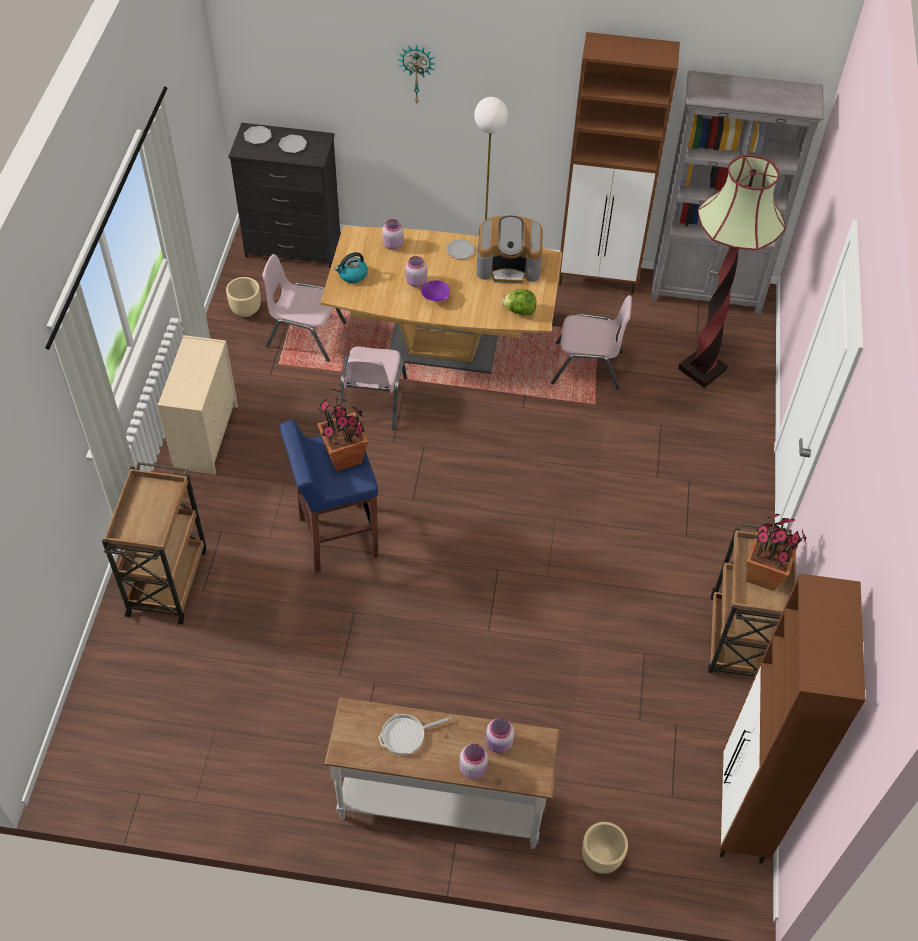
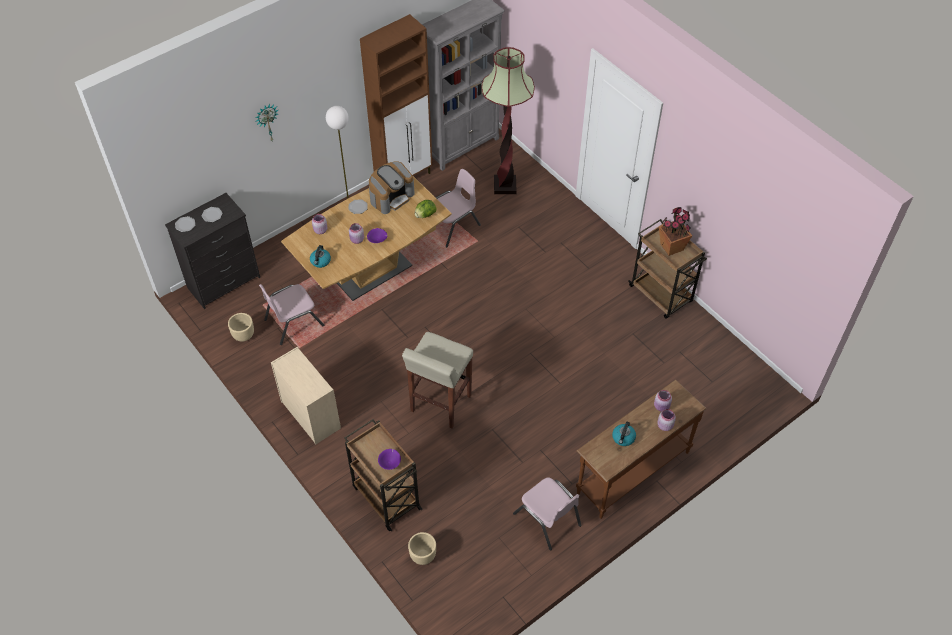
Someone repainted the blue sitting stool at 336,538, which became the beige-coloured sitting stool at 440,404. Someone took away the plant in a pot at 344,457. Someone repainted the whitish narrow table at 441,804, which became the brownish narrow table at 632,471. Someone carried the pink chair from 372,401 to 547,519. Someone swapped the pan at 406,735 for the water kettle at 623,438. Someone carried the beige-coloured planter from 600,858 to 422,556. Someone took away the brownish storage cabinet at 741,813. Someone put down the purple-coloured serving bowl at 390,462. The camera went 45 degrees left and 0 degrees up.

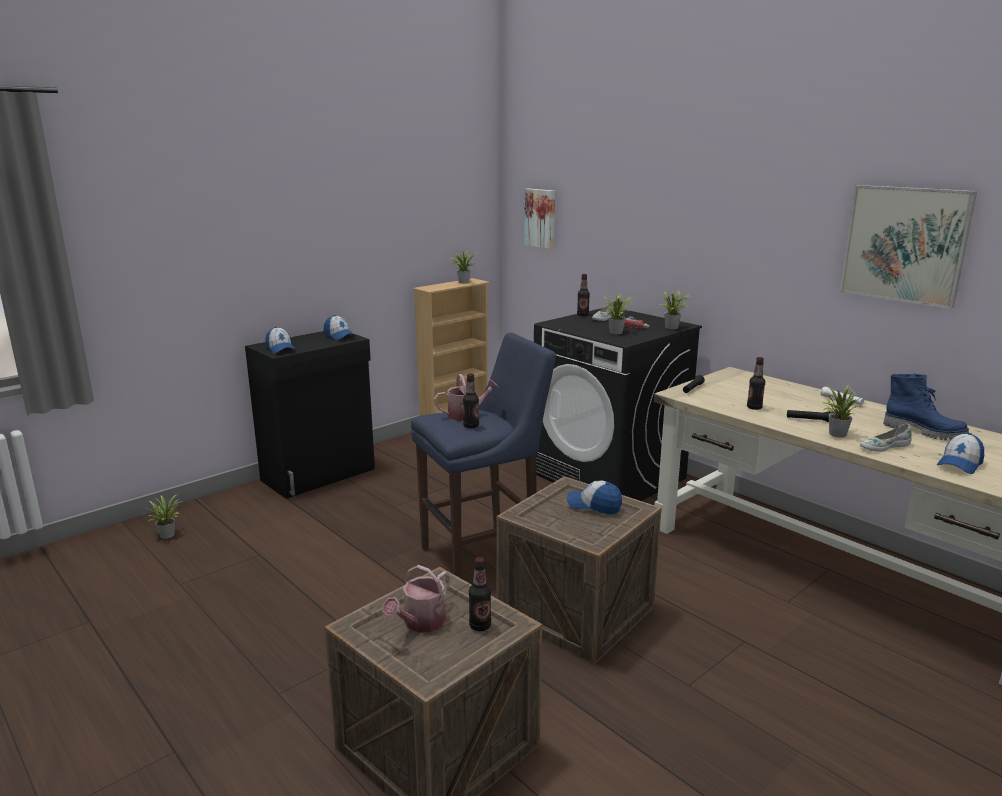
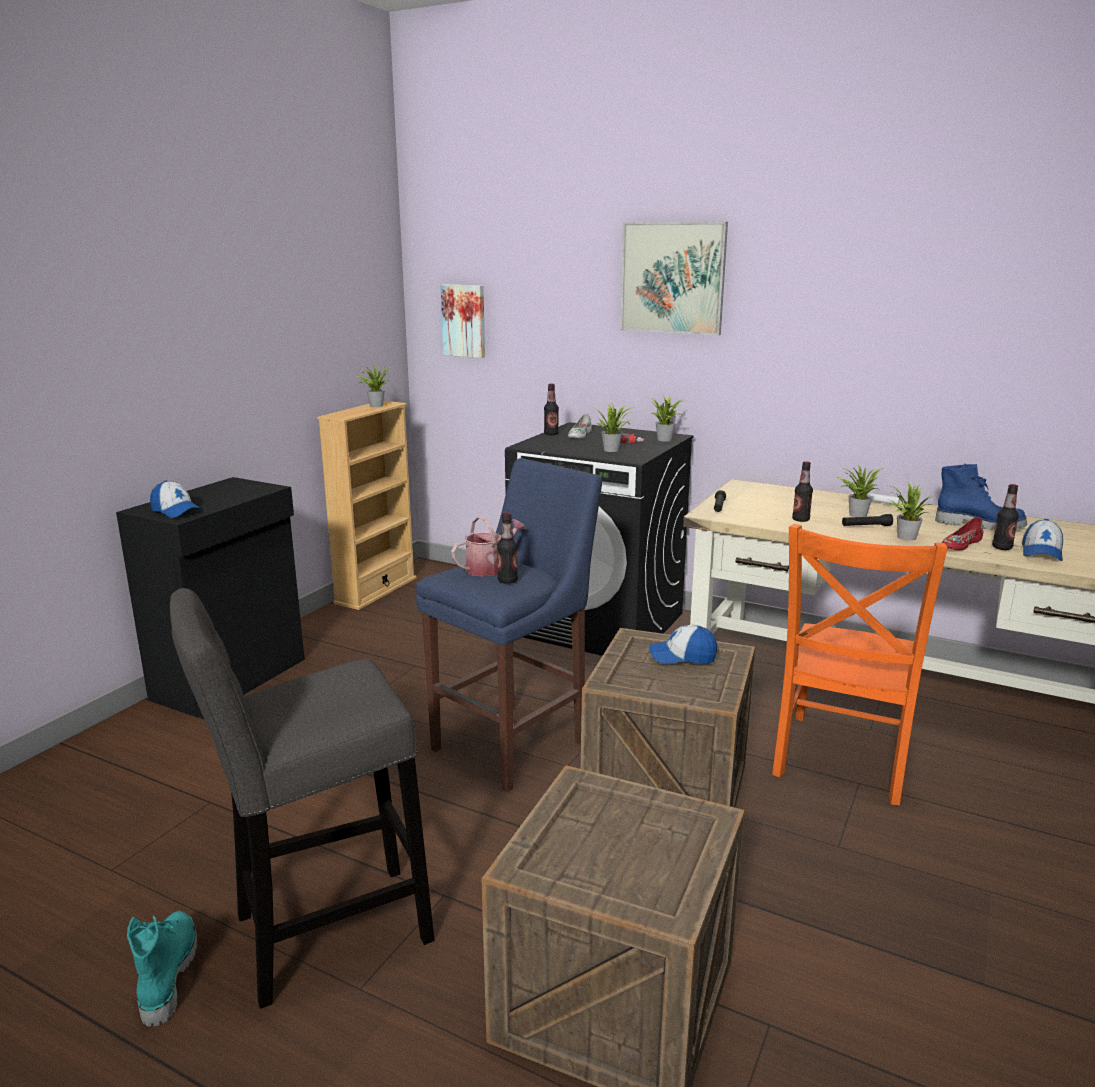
Someone carried the plant in a pot from 167,534 to 856,514. Someone took away the baseball cap at 339,336. Someone took away the watering can at 420,623. Someone carried the beverage bottle from 480,626 to 1002,548. Someone carried the picture from 904,244 to 672,278. Someone repainted the whitish shoe at 883,446, which became the red-coloured shoe at 960,544. Someone put down the blue-green tall boot at 167,975. Someone put down the greyish sitting stool at 322,933. Someone put down the orange chair at 840,760. The camera went 20 degrees left and 0 degrees up.

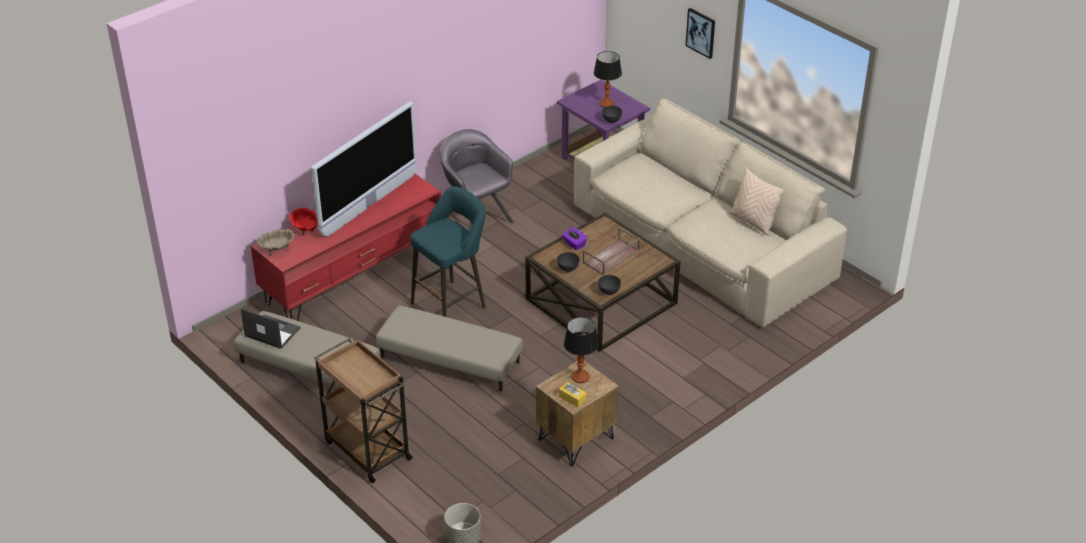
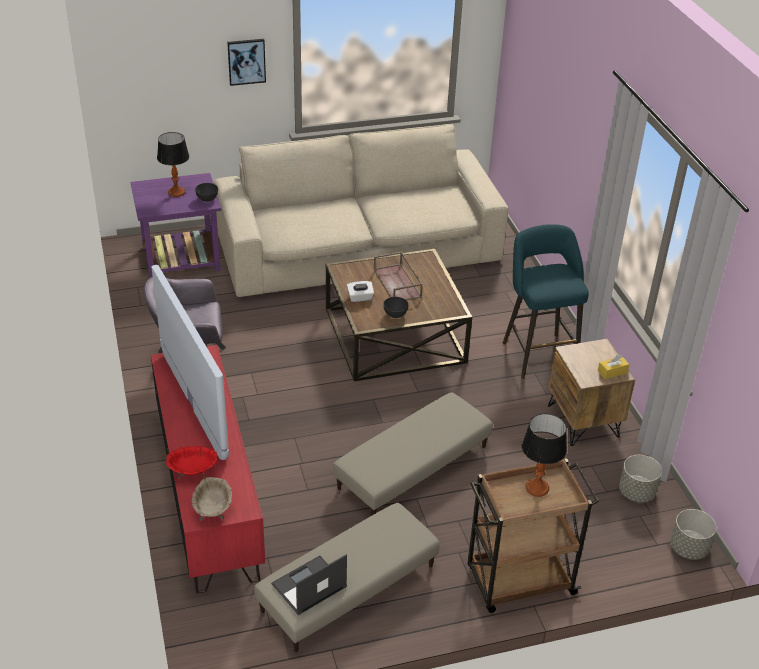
Someone carried the blue-green sitting stool from 451,303 to 538,353. Someone repainted the purple-coloured tissue holder at 574,244, which became the whitish tissue holder at 360,298. Someone carried the tabletop lamp from 580,377 to 537,488. Someone took away the greyish serving bowl at 609,291. Someone took away the beige-coloured cushion at 753,222. Someone put down the greyish planter at 636,492. The camera went 65 degrees left and 0 degrees up.

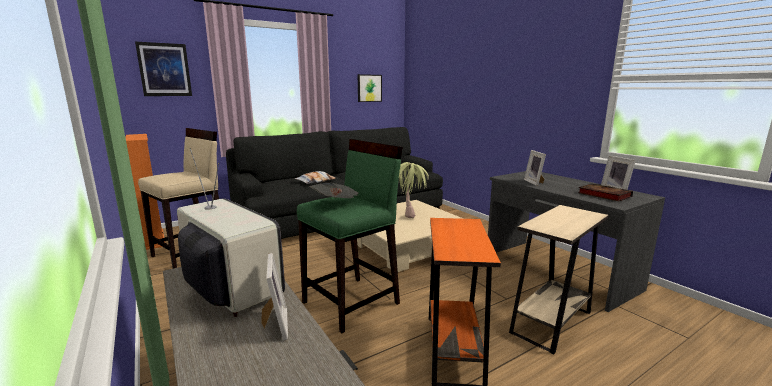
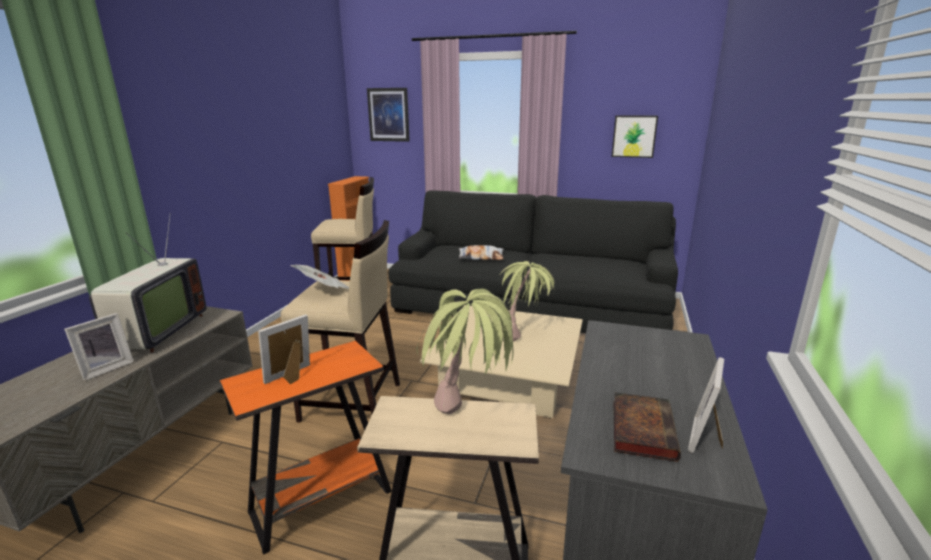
Someone repainted the green-coloured sitting stool at 352,303, which became the beige-coloured sitting stool at 352,402. Someone carried the picture frame from 535,182 to 292,377. Someone put down the plant in a pot at 468,424. The camera went 50 degrees right and 5 degrees up.

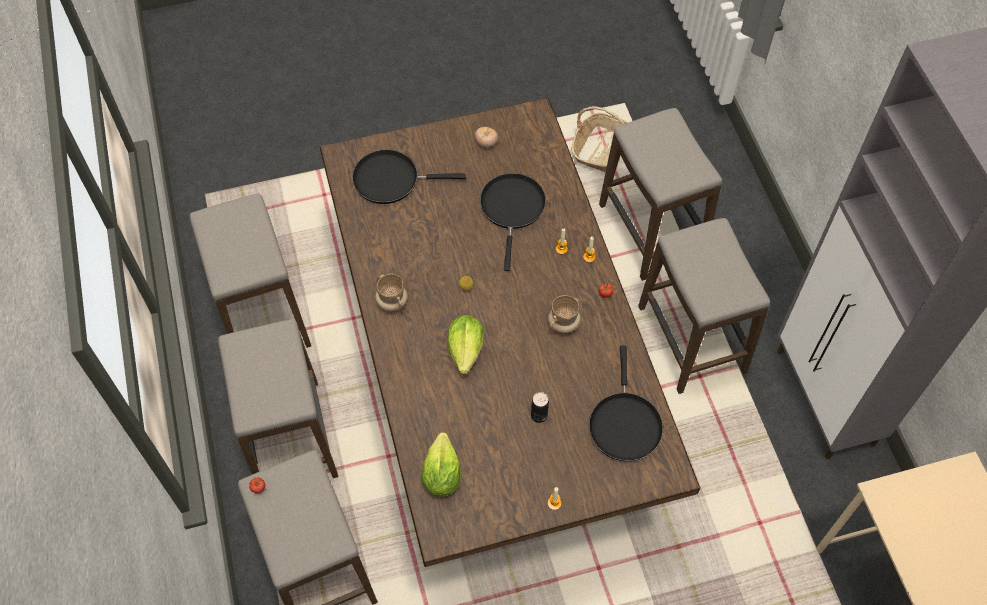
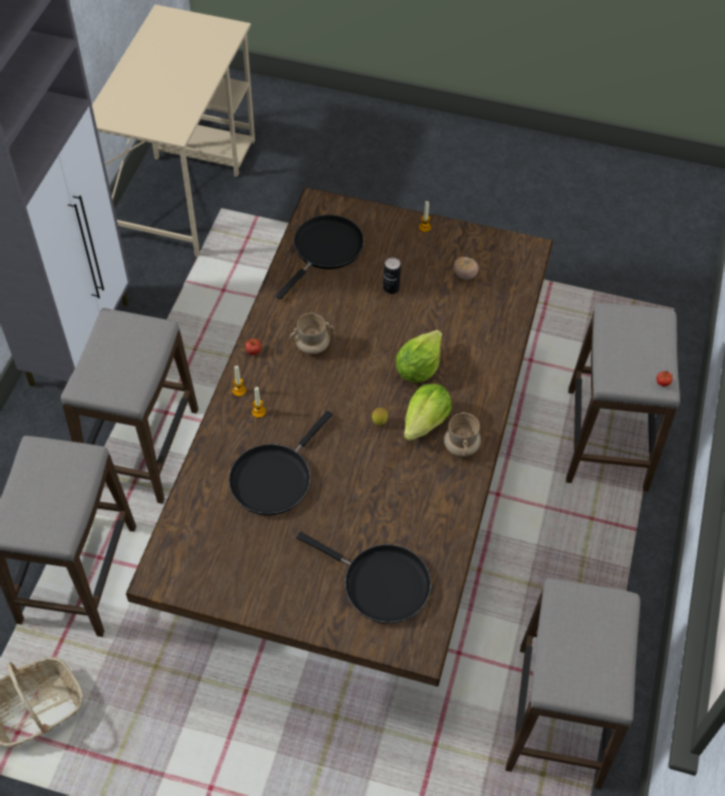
Someone took away the sitting stool at 289,437. Someone carried the head of lettuce from 441,475 to 426,422. Someone carried the tomato from 486,143 to 465,275. The camera went 150 degrees left and 5 degrees down.

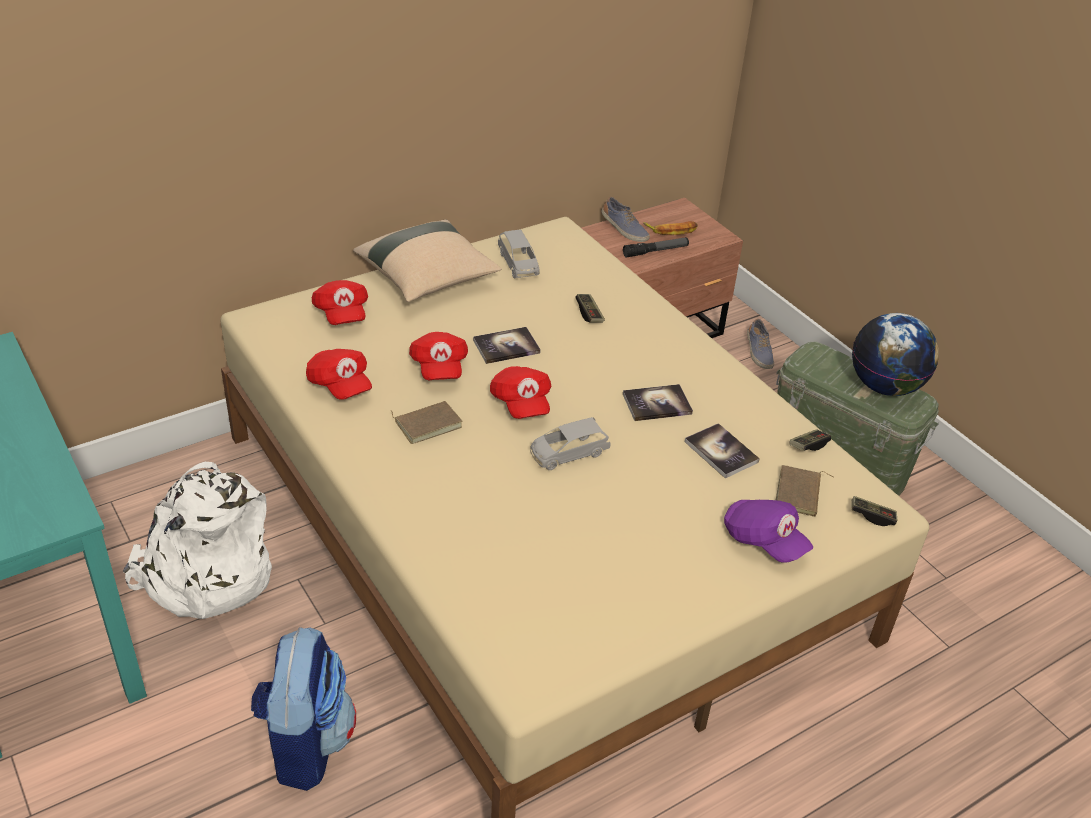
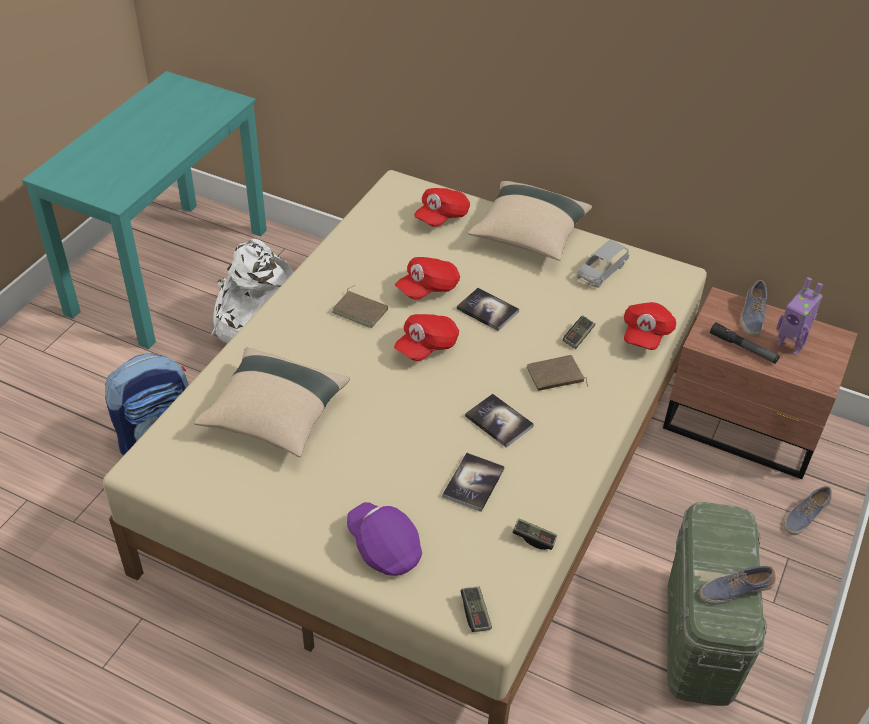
Someone carried the red-coloured baseball cap from 340,385 to 645,335. Someone took away the greyish toy car at 568,454. Someone swapped the whole banana at 671,230 for the toy robot at 790,345. Someone rotated the purple-coloured baseball cap at 763,541 by 120 degrees clockwise. Someone carried the brownish bound book from 800,494 to 555,377. Someone swapped the world globe at 885,387 for the shoe at 734,590. Someone put down the beige-coloured cushion at 275,416. The camera went 60 degrees right and 5 degrees up.

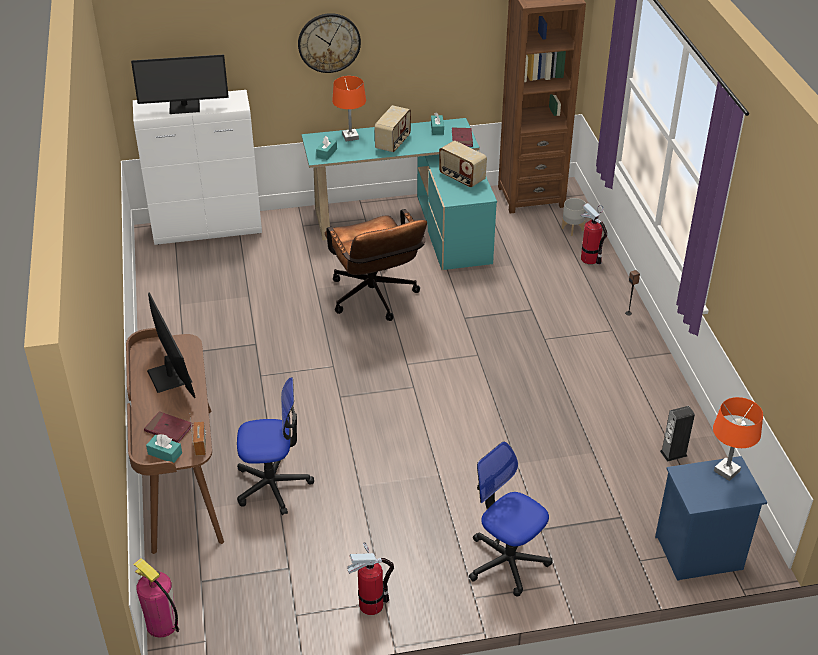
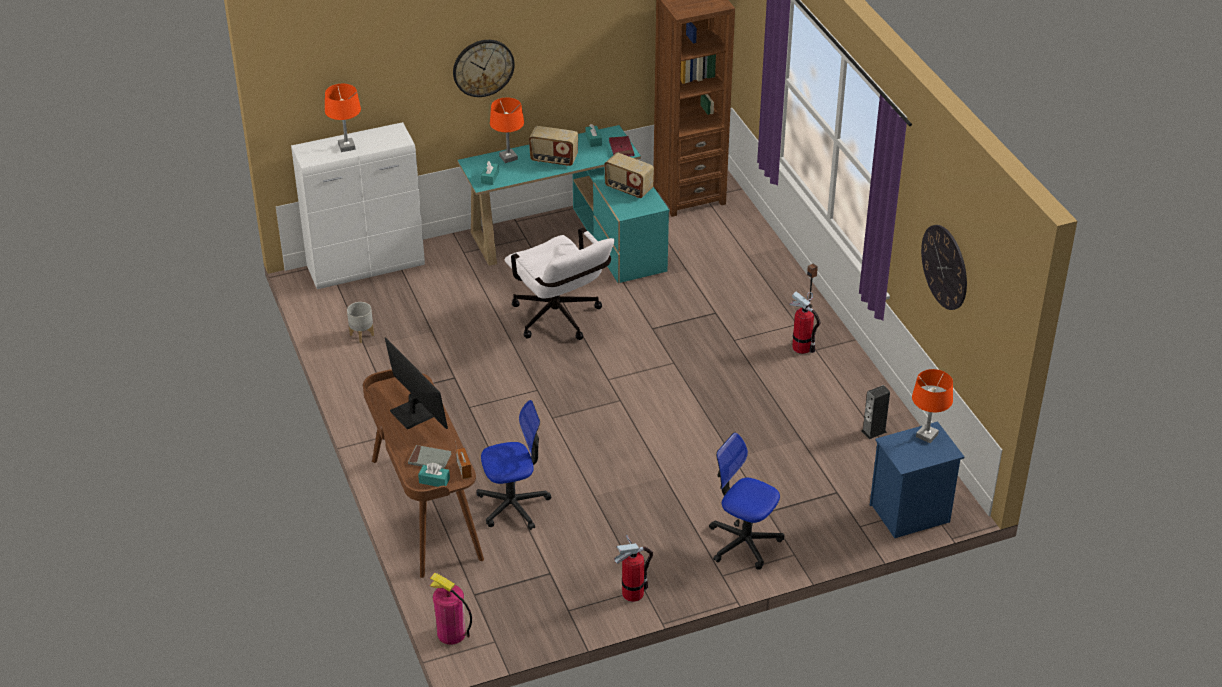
Someone swapped the computer screen at 184,106 for the orange tabletop lamp at 347,147. Someone repainted the red-coloured bound book at 168,429, which became the greyish bound book at 429,459. Someone repainted the brownish computer chair at 375,300, which became the whitish computer chair at 560,320. Someone rotated the radio receiver at 393,143 by 90 degrees clockwise. Someone carried the greyish planter from 573,229 to 362,334. Someone carried the fire extinguisher from 590,259 to 802,347. Someone put up the hanging clock at 944,267. The camera went 10 degrees left and 0 degrees up.

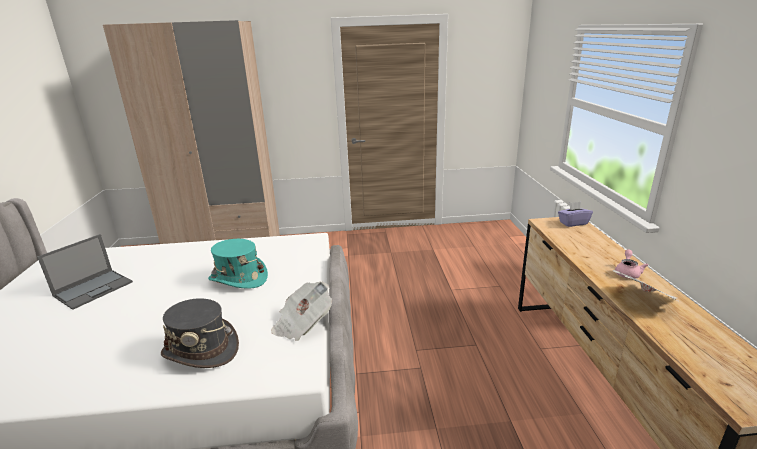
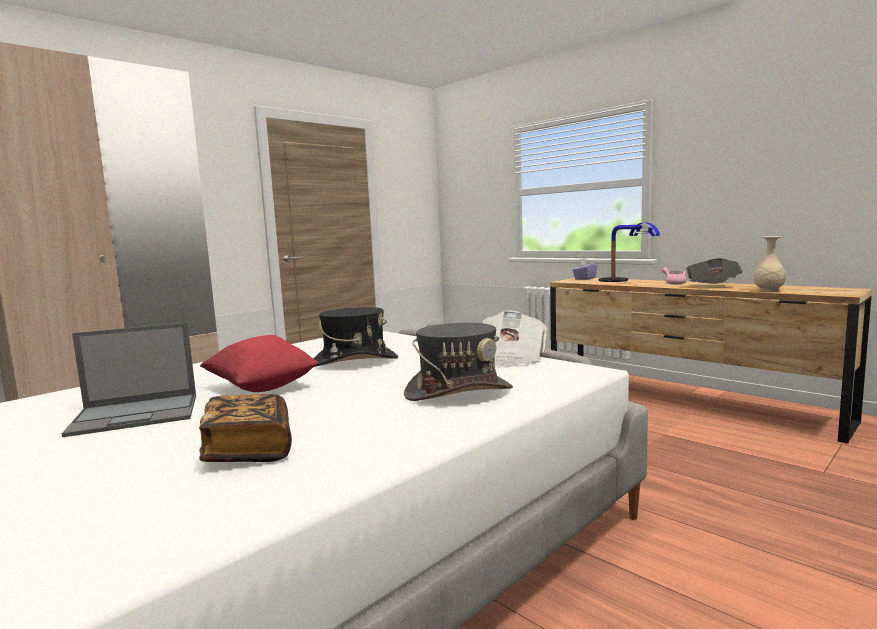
Someone rotated the laptop at 94,288 by 75 degrees clockwise. Someone repainted the blue-green wearable hat at 238,278, which became the black wearable hat at 355,361. Someone put down the bound book at 249,450. Someone put down the red-coloured cushion at 261,387. Someone put down the tabletop lamp at 623,281. Someone put down the beige-coloured vase at 768,290. The camera went 40 degrees left and 15 degrees down.

